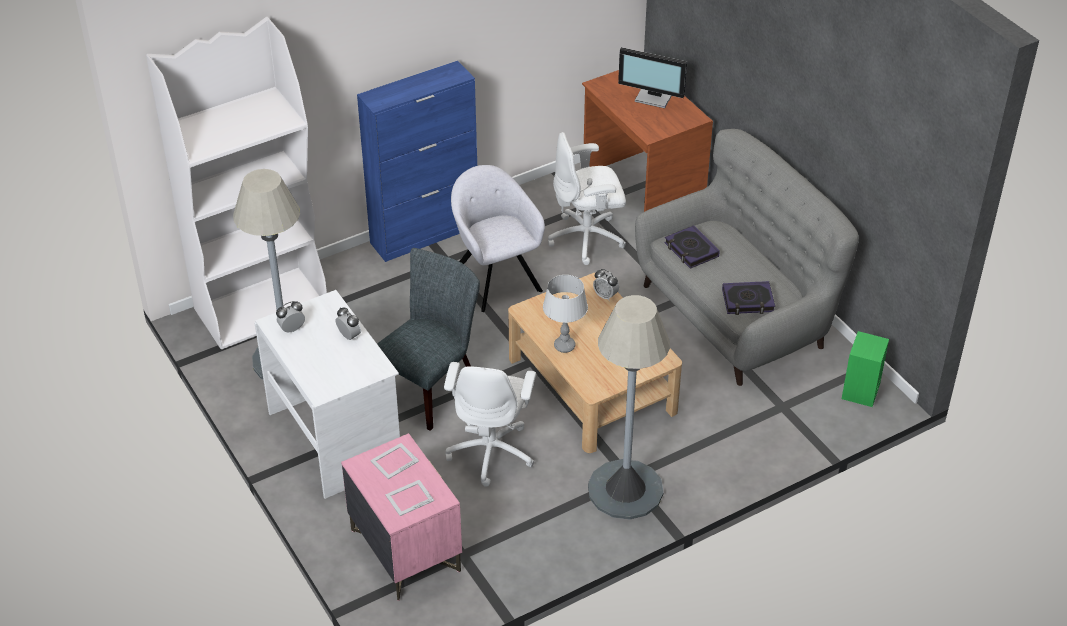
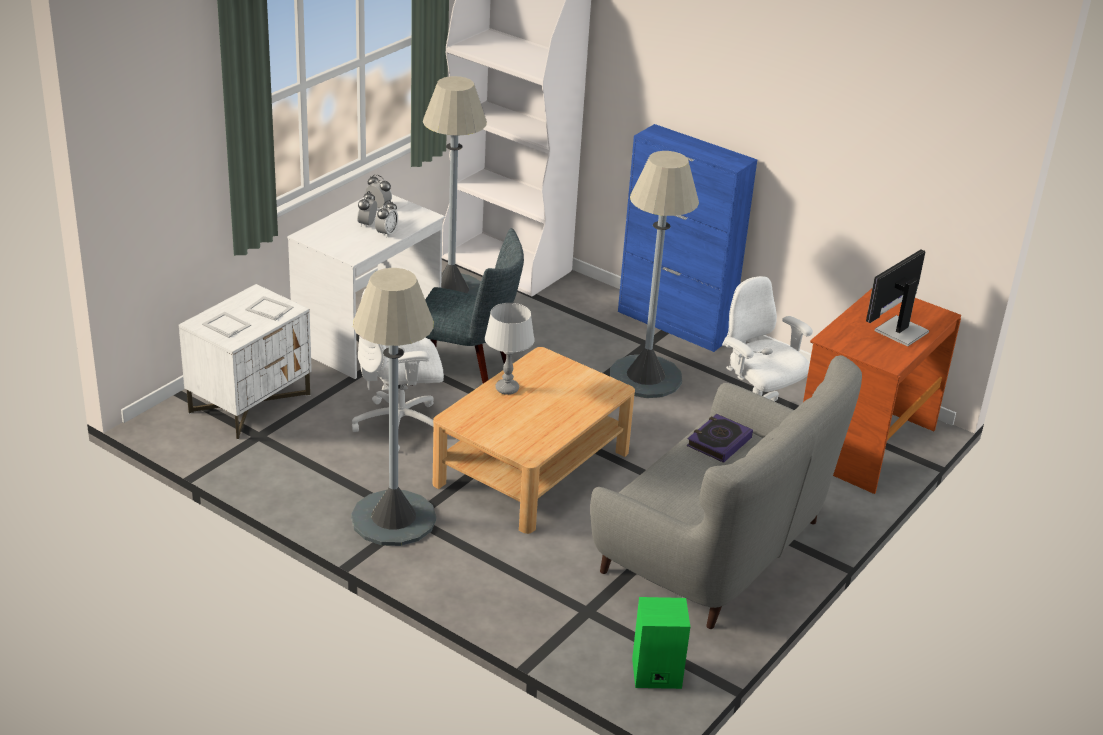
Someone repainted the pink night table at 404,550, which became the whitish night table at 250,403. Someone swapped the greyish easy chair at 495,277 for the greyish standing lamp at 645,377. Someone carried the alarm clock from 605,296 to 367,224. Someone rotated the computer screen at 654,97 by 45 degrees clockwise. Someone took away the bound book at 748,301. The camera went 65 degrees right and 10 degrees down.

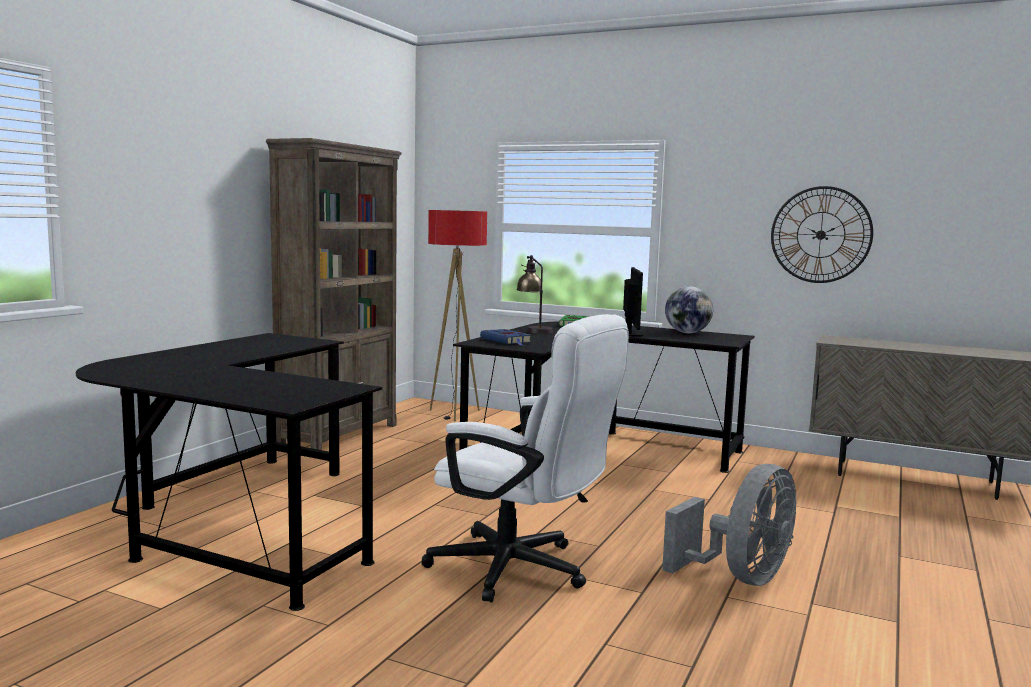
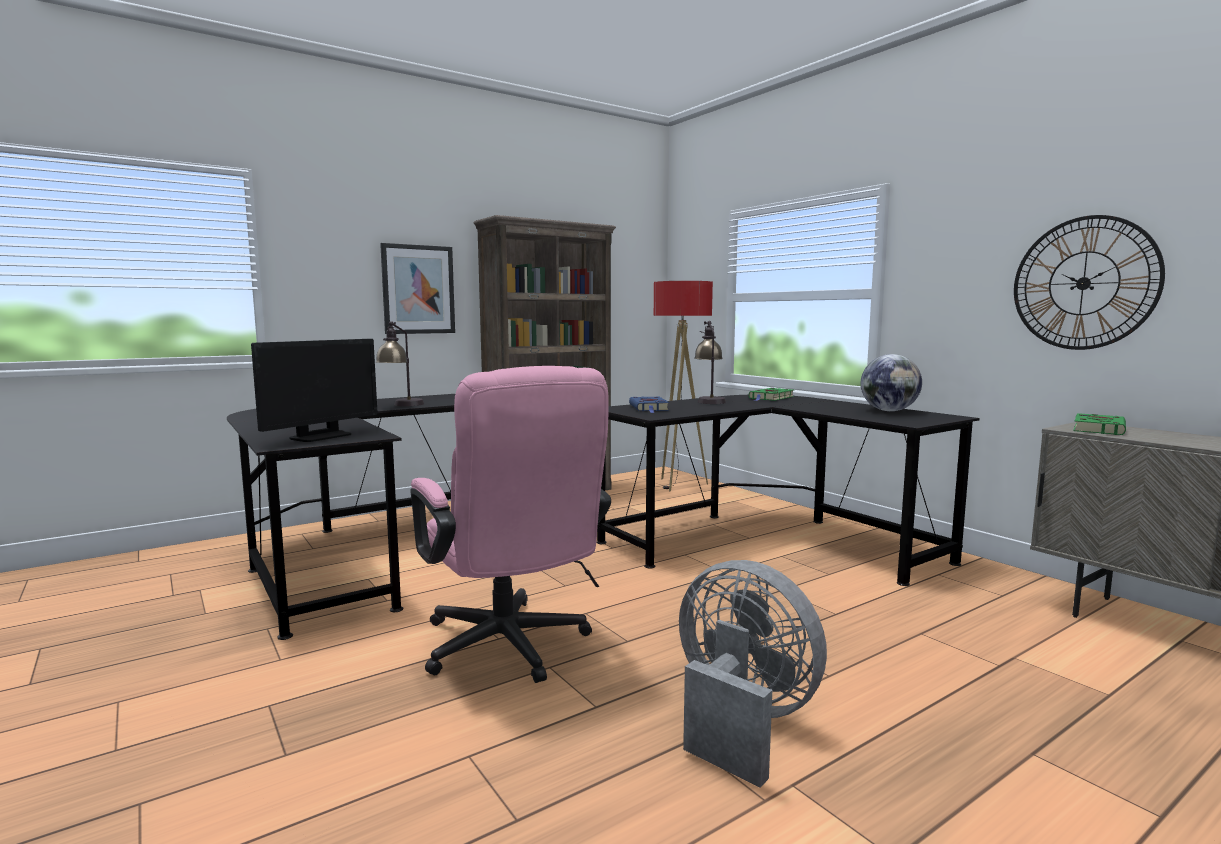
Someone repainted the whitish computer chair at 521,571, which became the pink computer chair at 510,649. Someone carried the computer screen from 630,333 to 320,436. Someone rotated the greyish cooling fan at 741,577 by 120 degrees counterclockwise. Someone put down the tabletop lamp at 401,405. Someone put up the picture at 418,289. Someone put down the green-coloured bound book at 1098,429. The camera went 30 degrees right and 0 degrees up.

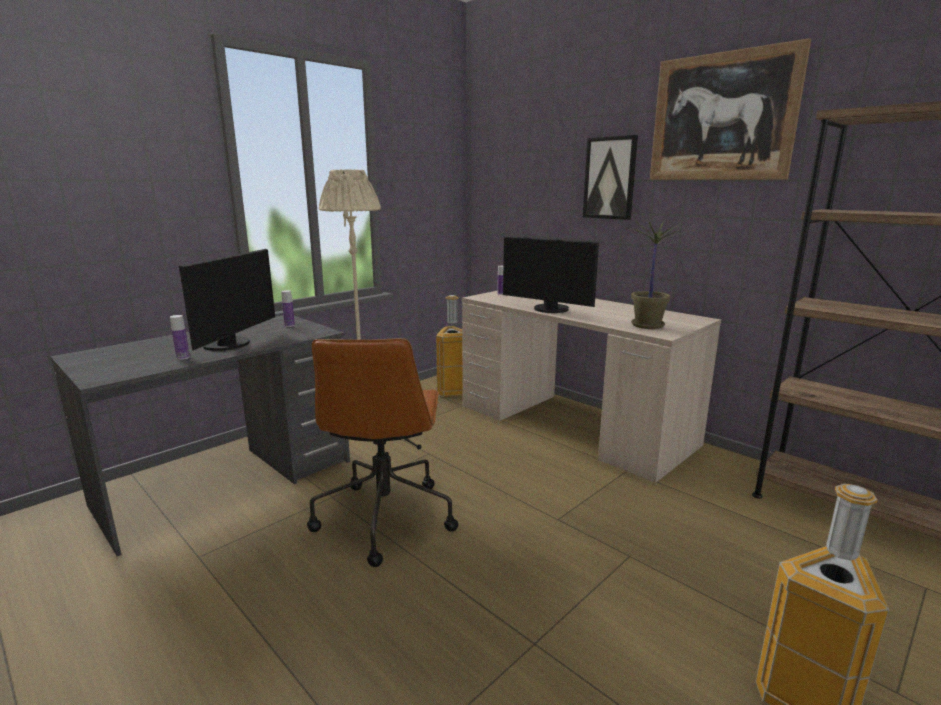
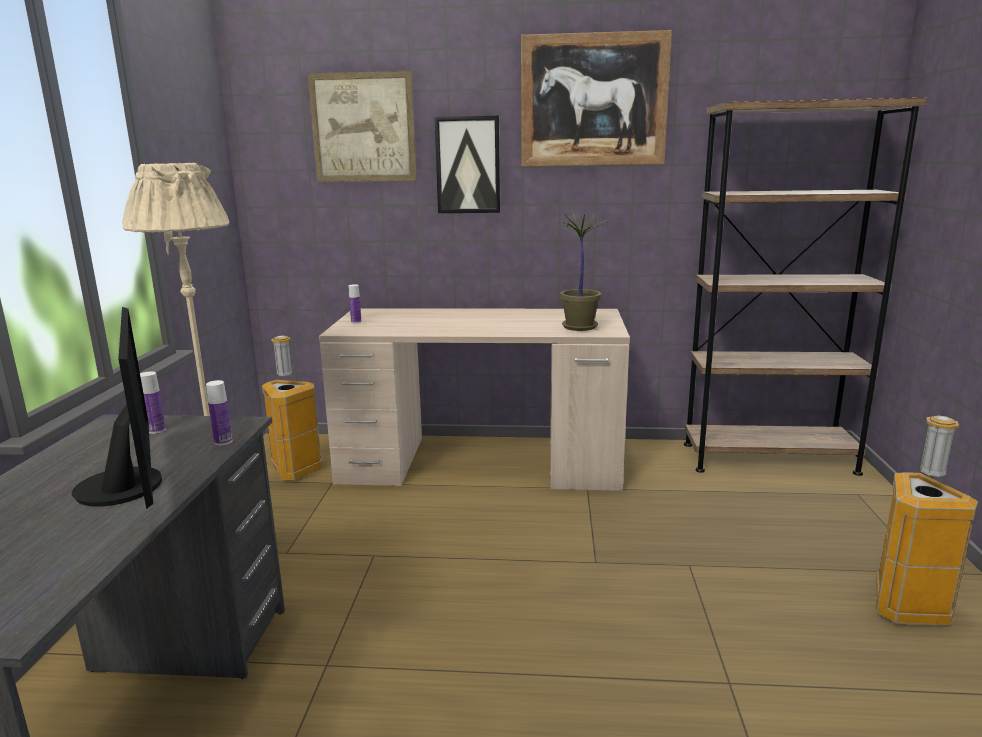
Someone carried the beverage bottle from 183,357 to 223,442. Someone took away the brownish computer chair at 385,516. Someone took away the computer screen at 549,310. Someone put up the picture at 363,128. The camera went 40 degrees left and 0 degrees up.

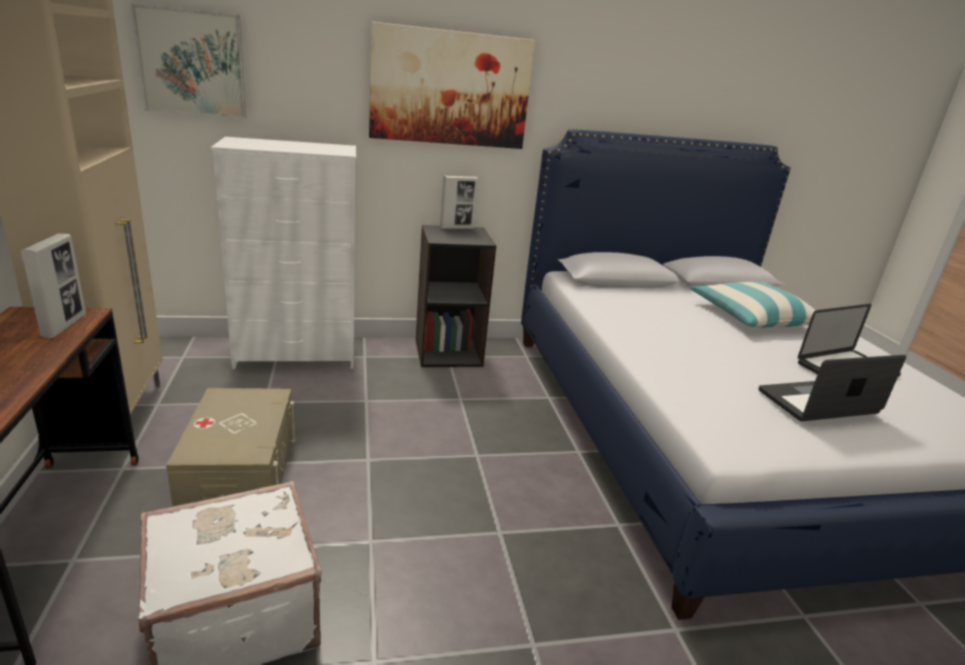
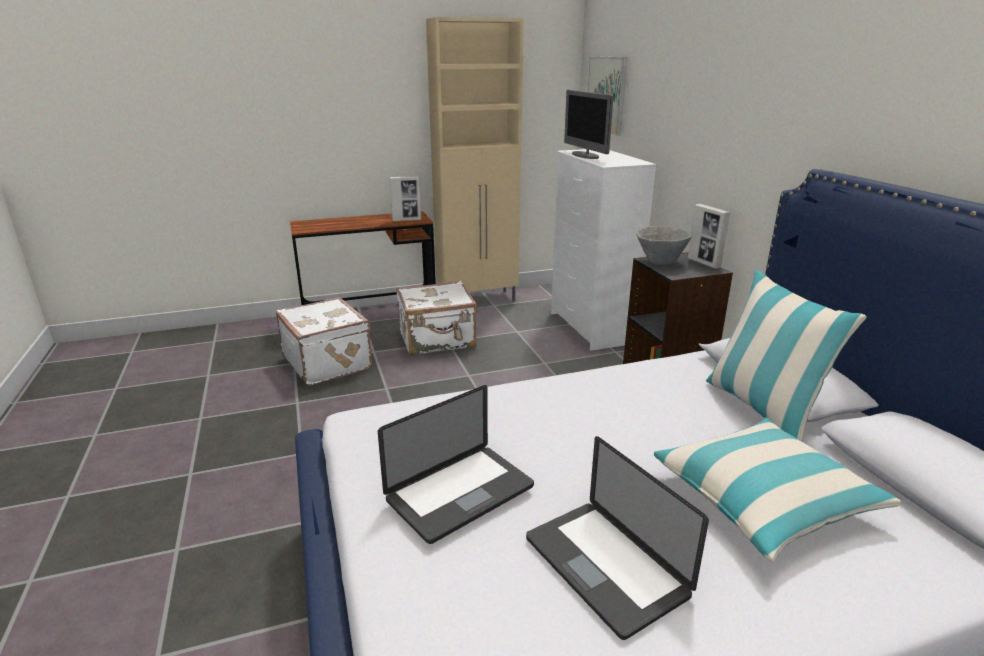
Someone swapped the beige-coloured storage container at 240,473 for the whitish piece of luggage at 437,340. Someone took away the picture at 450,88. Someone rotated the laptop at 818,402 by 75 degrees clockwise. Someone put down the computer screen at 585,155. Someone put down the greyish serving bowl at 660,262. Someone put down the cushion at 762,409. The camera went 85 degrees right and 0 degrees up.

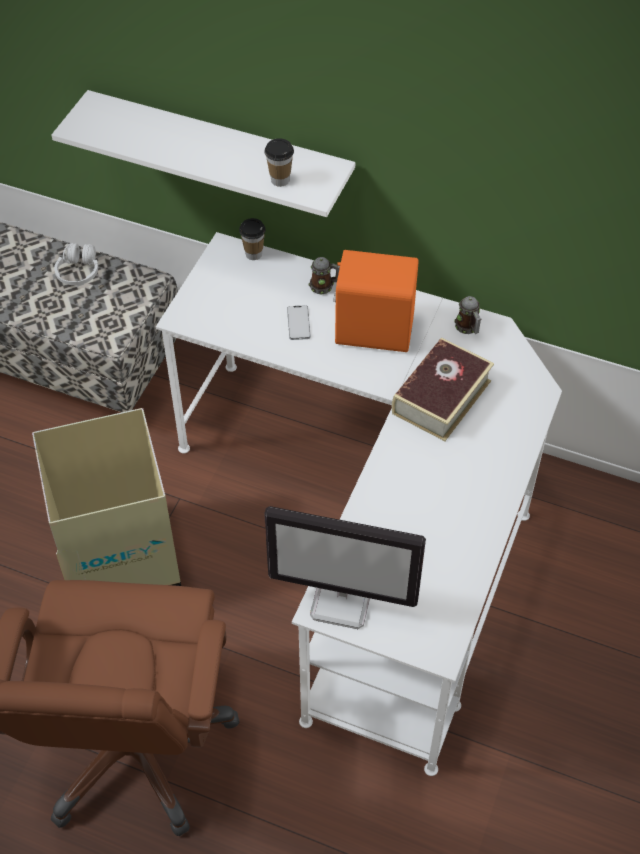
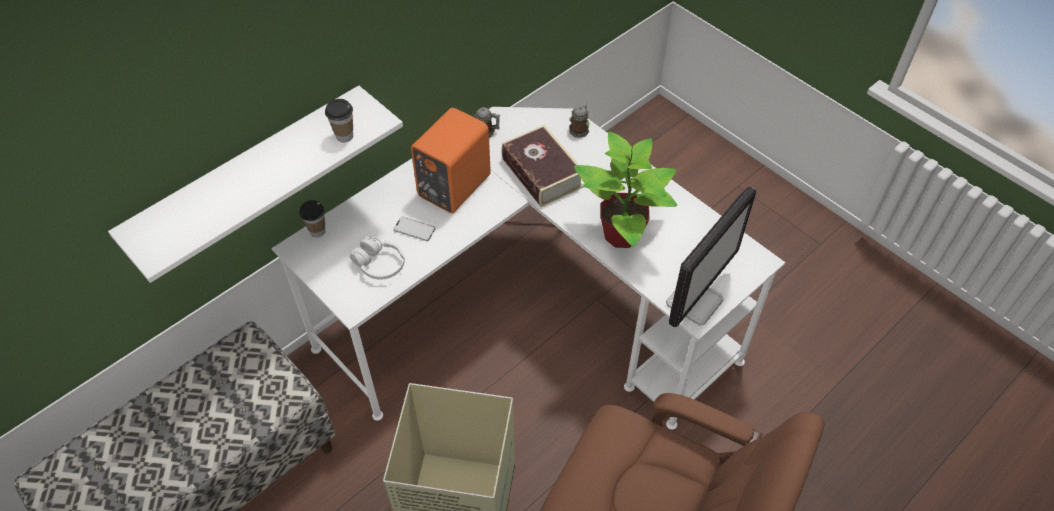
Someone carried the whitish headphones from 79,272 to 379,264. Someone carried the coffee mug from 324,286 to 579,129. Someone put down the plant in a pot at 623,235. The camera went 65 degrees left and 0 degrees up.

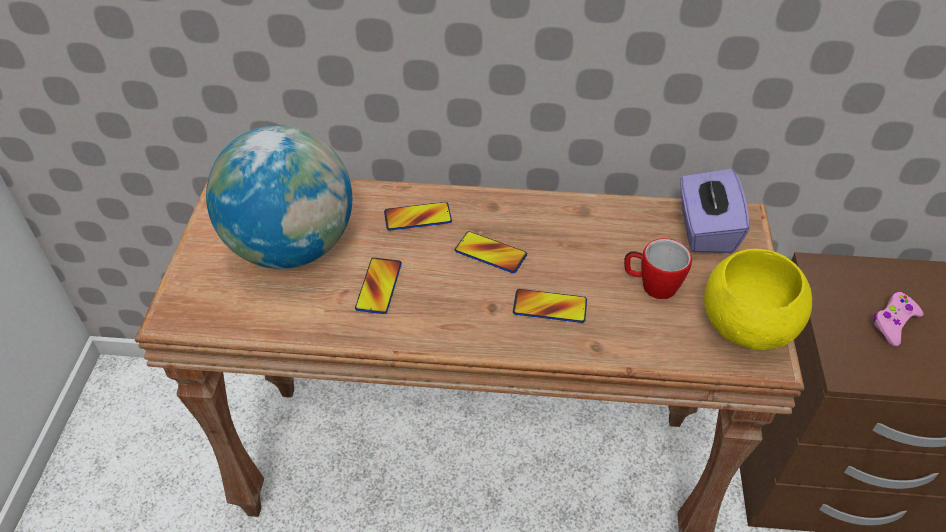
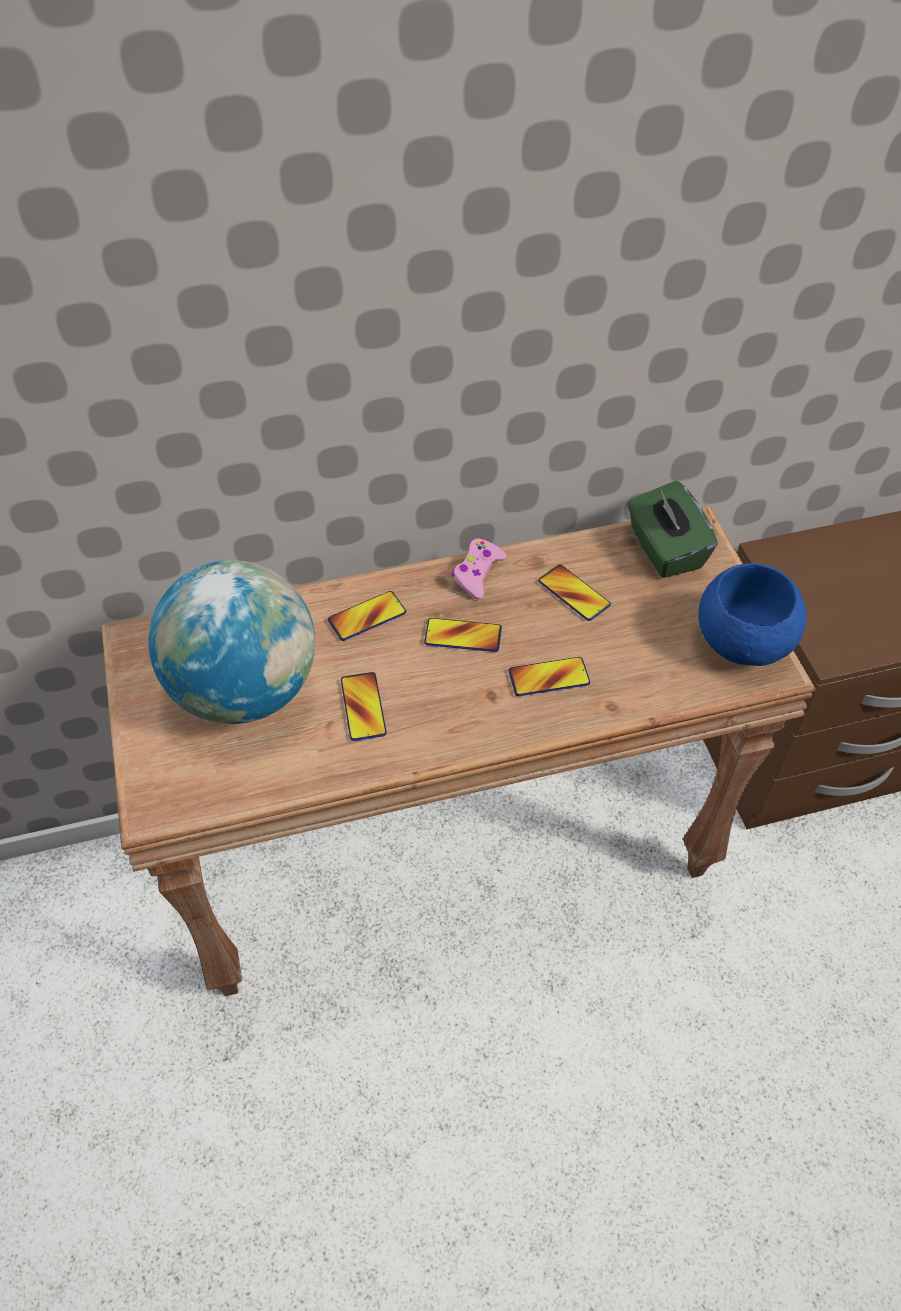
Someone took away the coffee mug at 651,285. Someone repainted the purple-coloured tissue holder at 705,229, which became the green-coloured tissue holder at 664,550. Someone repainted the yellowish serving bowl at 744,325, which became the blue serving bowl at 740,641. Someone carried the pink gamepad from 893,322 to 477,573. Someone put down the telephone at 573,594. The camera went 20 degrees left and 5 degrees up.

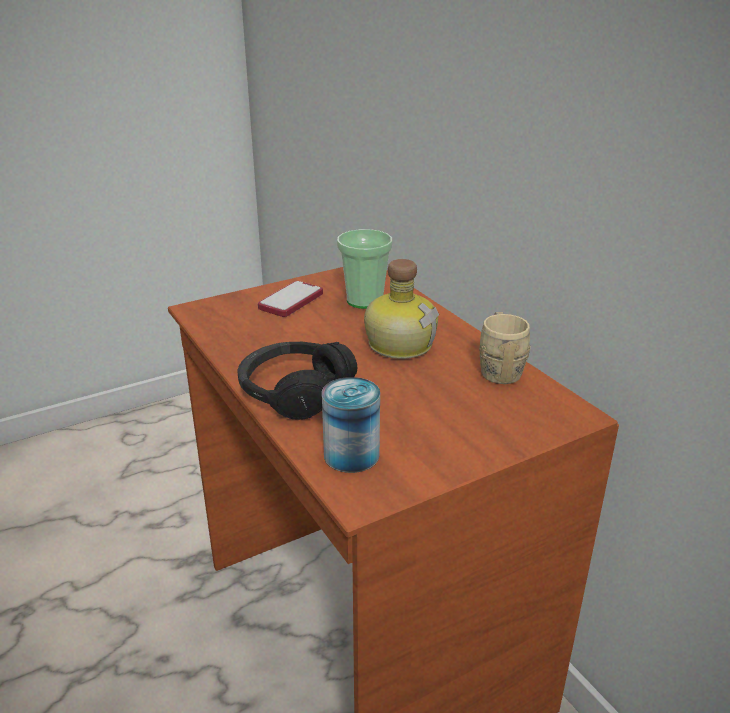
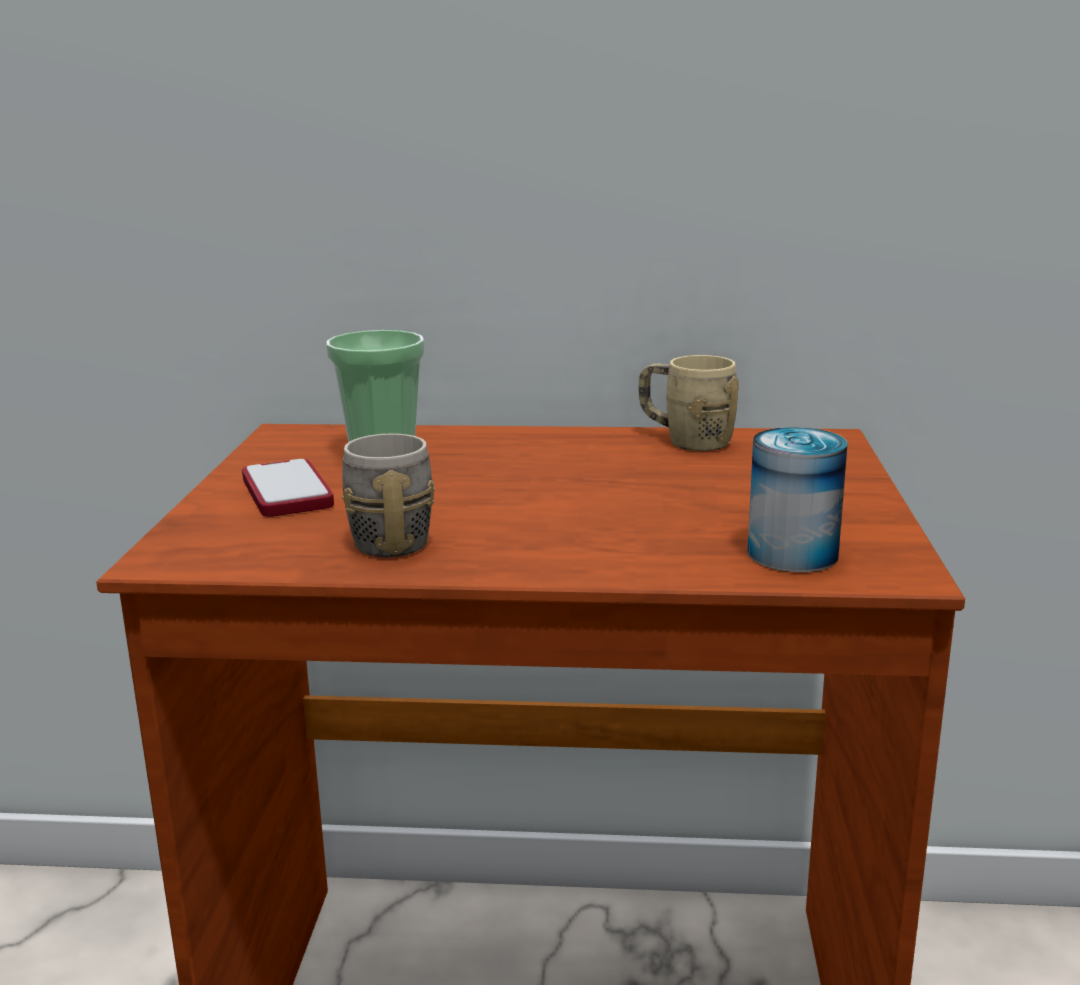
Someone took away the black headphones at 294,392. Someone took away the beverage bottle at 399,343. Someone put down the greyish coffee mug at 389,537. The camera went 55 degrees left and 10 degrees down.

